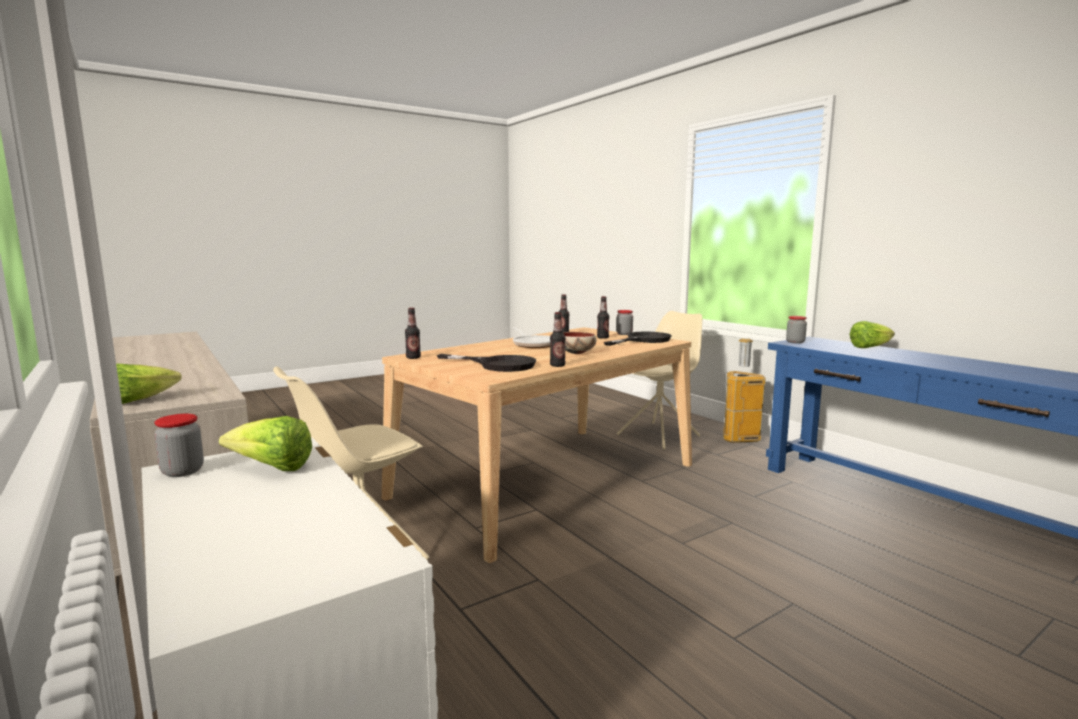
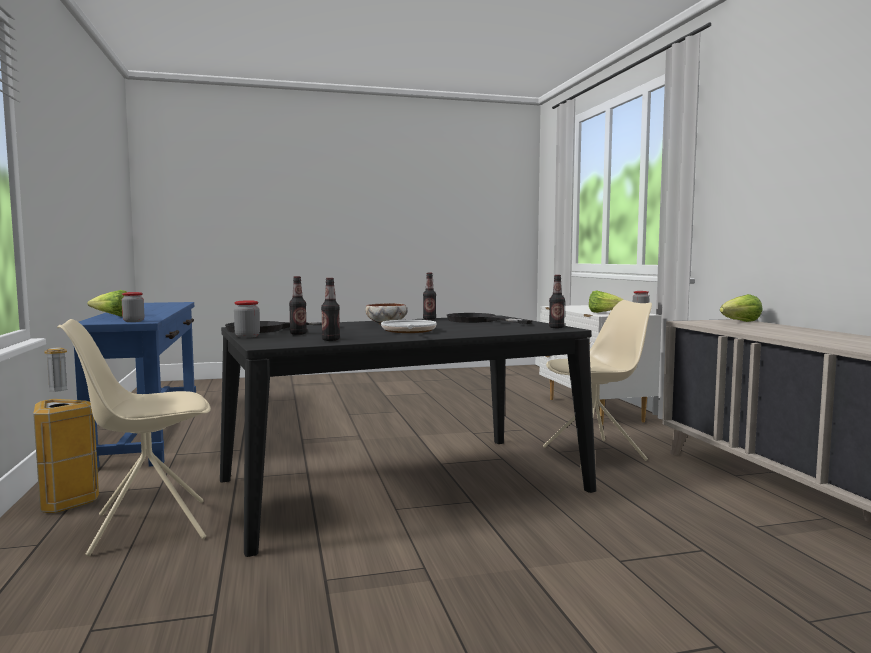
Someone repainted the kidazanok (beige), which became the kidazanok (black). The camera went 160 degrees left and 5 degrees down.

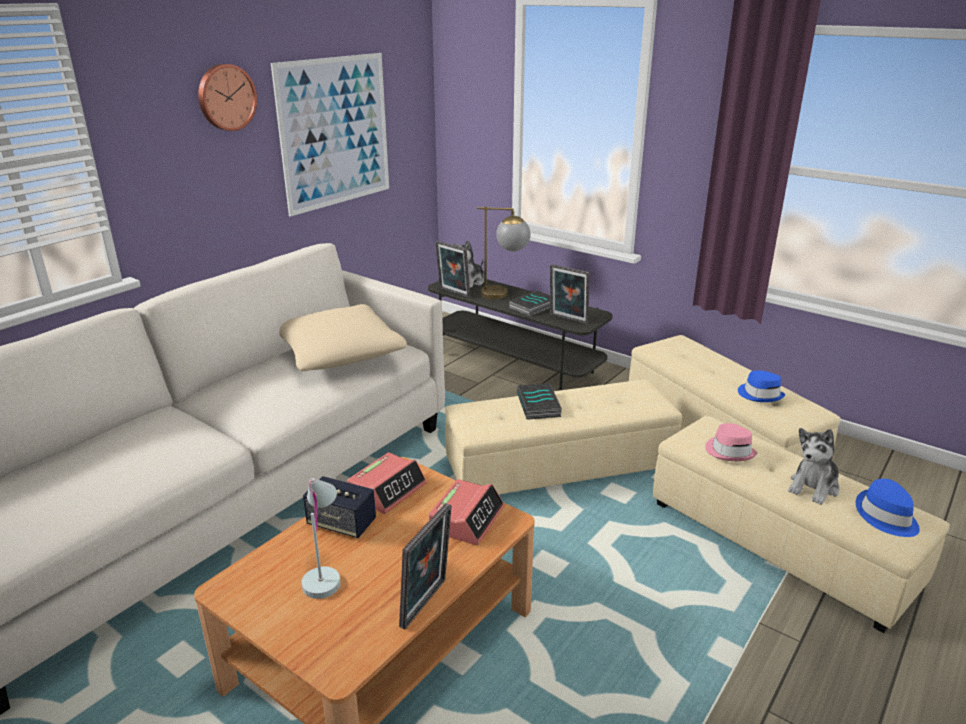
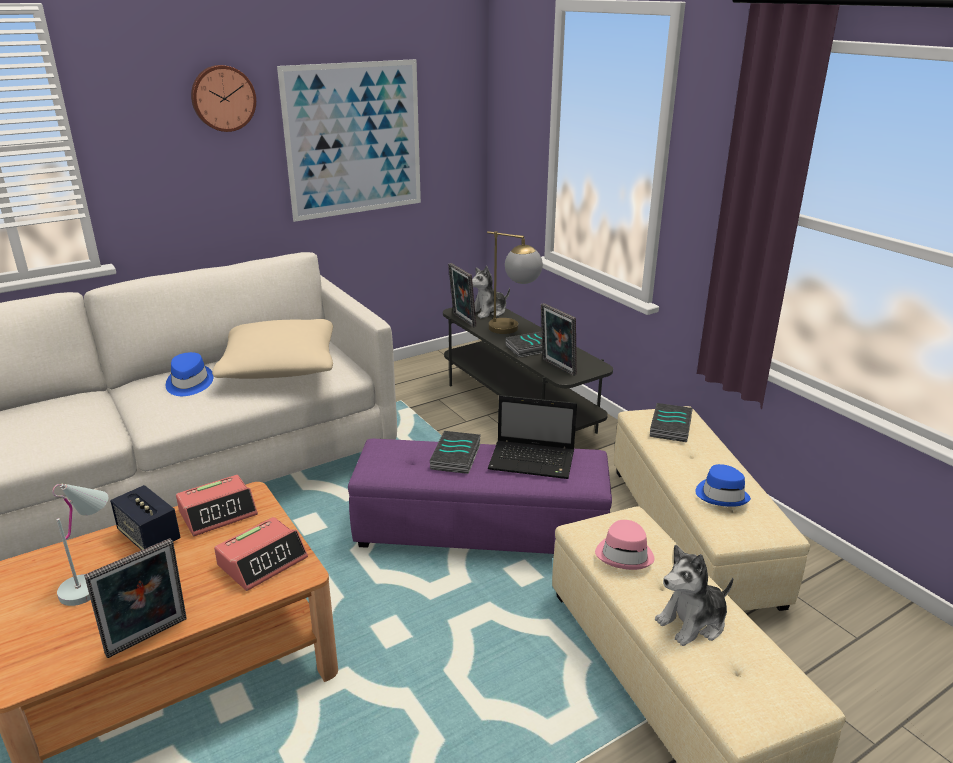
Someone repainted the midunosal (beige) (1st from left), which became the midunosal (purple). Someone carried the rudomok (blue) (2nd from left in the first image). Someone put down the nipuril. Someone put down the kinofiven (3rd from left). The camera went 20 degrees right and 0 degrees up.

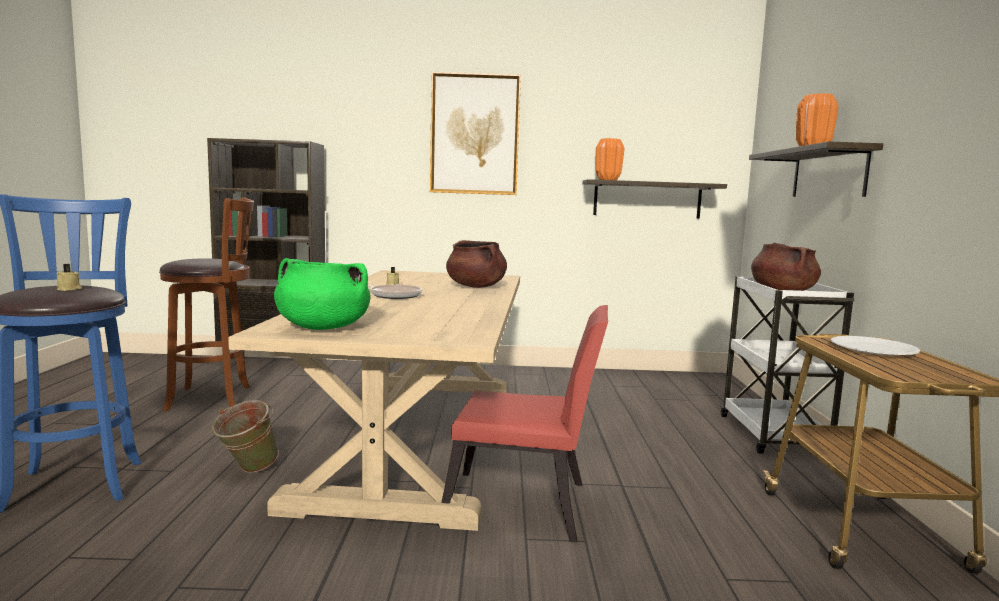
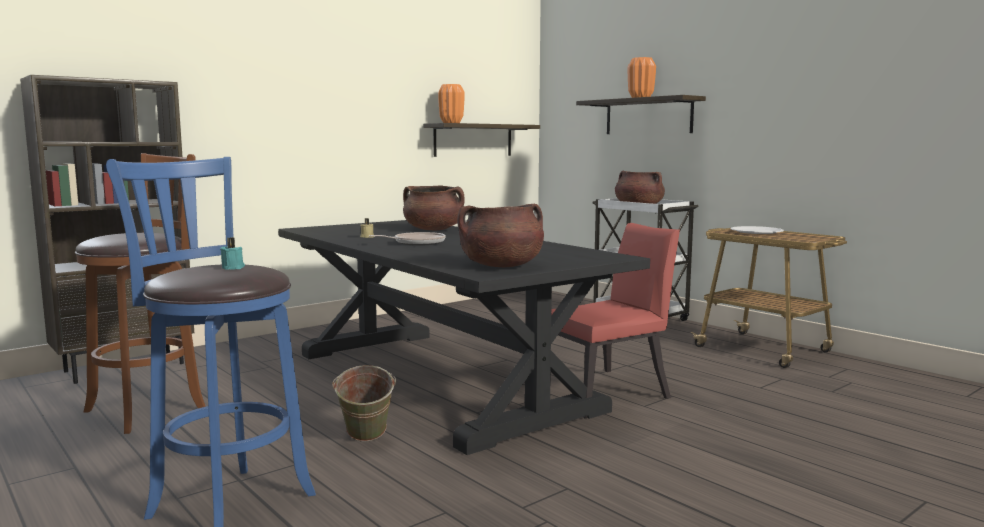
Someone repainted the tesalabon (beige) (1st from left), which became the tesalabon (turquoise). Someone repainted the kidazanok (beige), which became the kidazanok (black). Someone repainted the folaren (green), which became the folaren (brown) (2nd from left). Someone took away the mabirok. The camera went 40 degrees left and 0 degrees up.

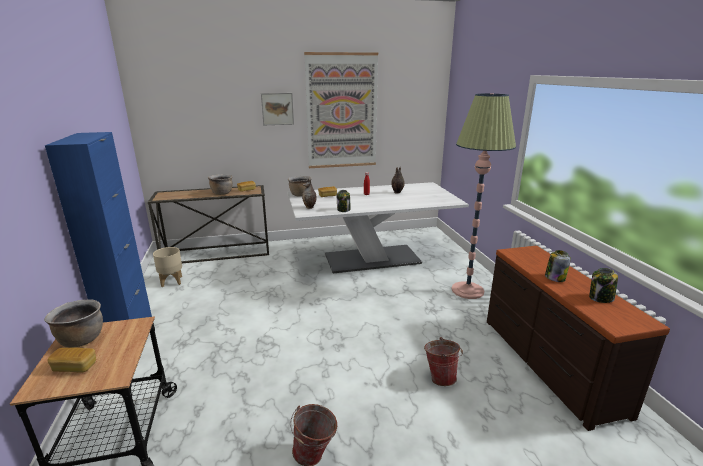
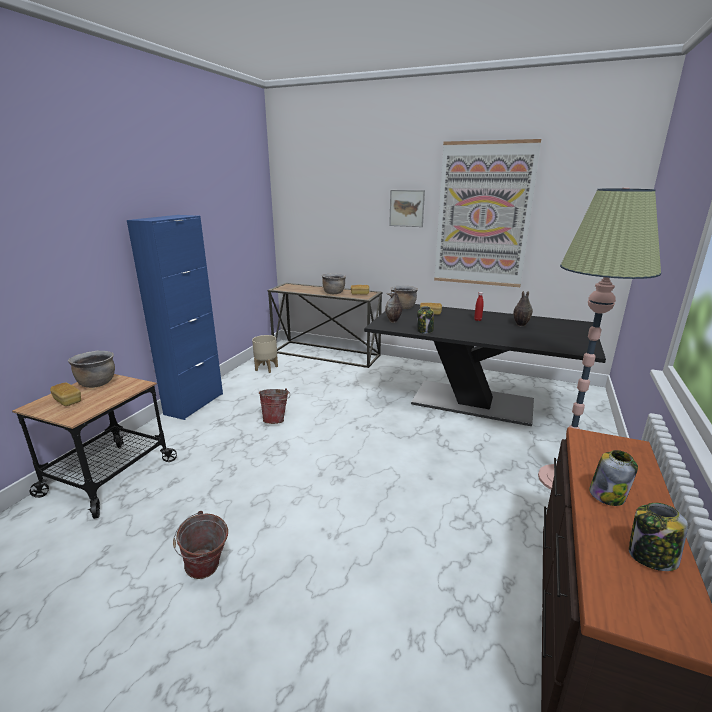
Someone repainted the kidazanok (white), which became the kidazanok (black). Someone carried the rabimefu (2nd from left). The camera went 35 degrees right and 0 degrees up.

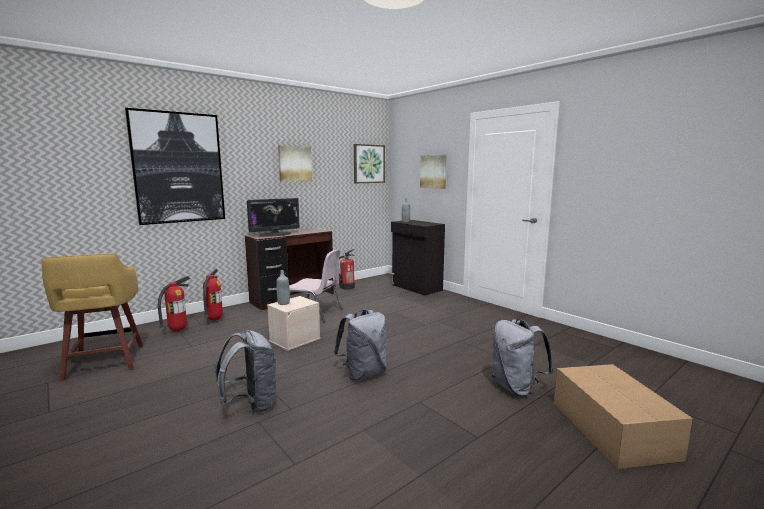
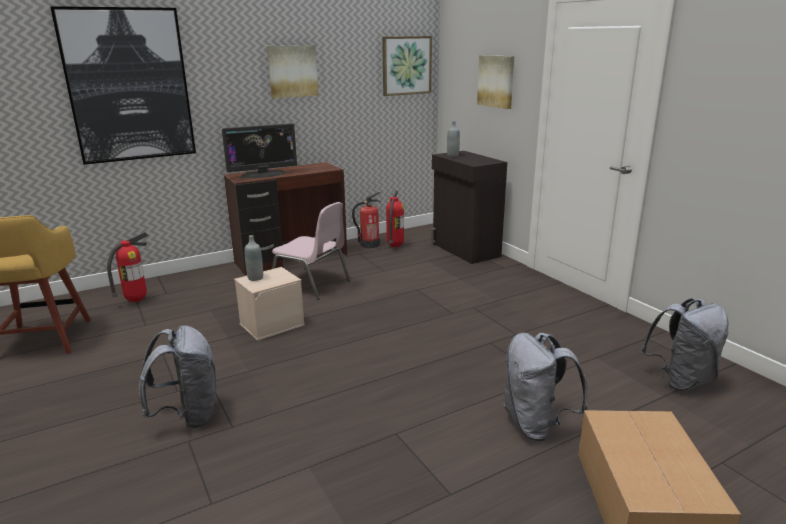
Someone carried the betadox (2nd from left in the first image). Someone carried the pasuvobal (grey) (2nd from left in the first image). The camera went 10 degrees right and 10 degrees up.

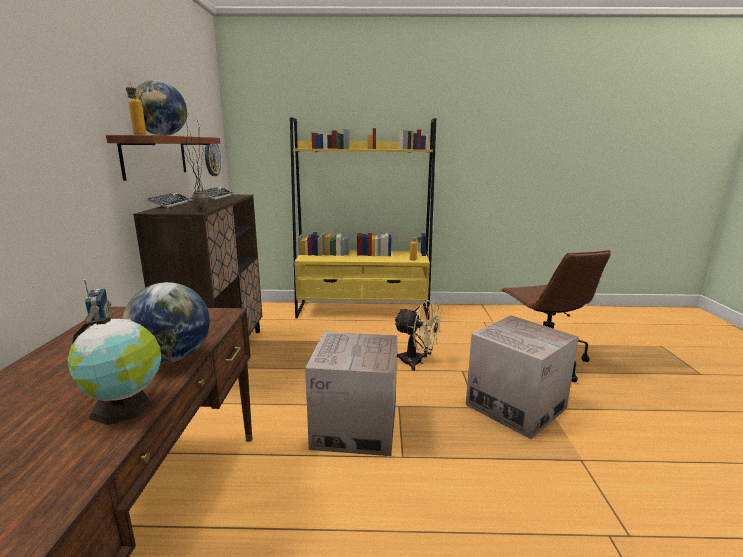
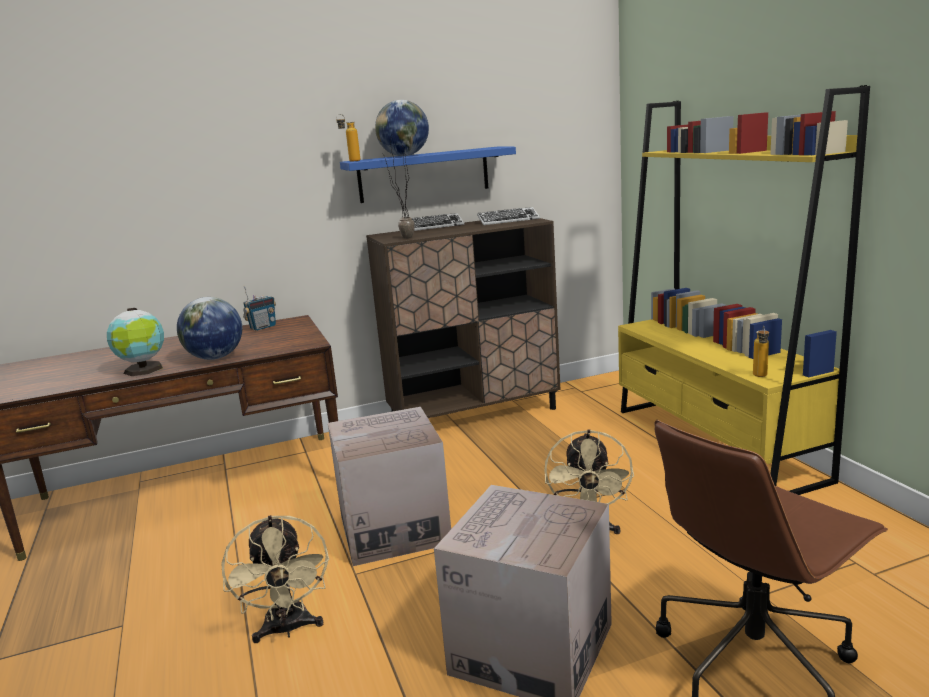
Someone repainted the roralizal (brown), which became the roralizal (blue). Someone took away the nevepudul. Someone put down the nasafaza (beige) (1st from left). The camera went 70 degrees right and 0 degrees up.

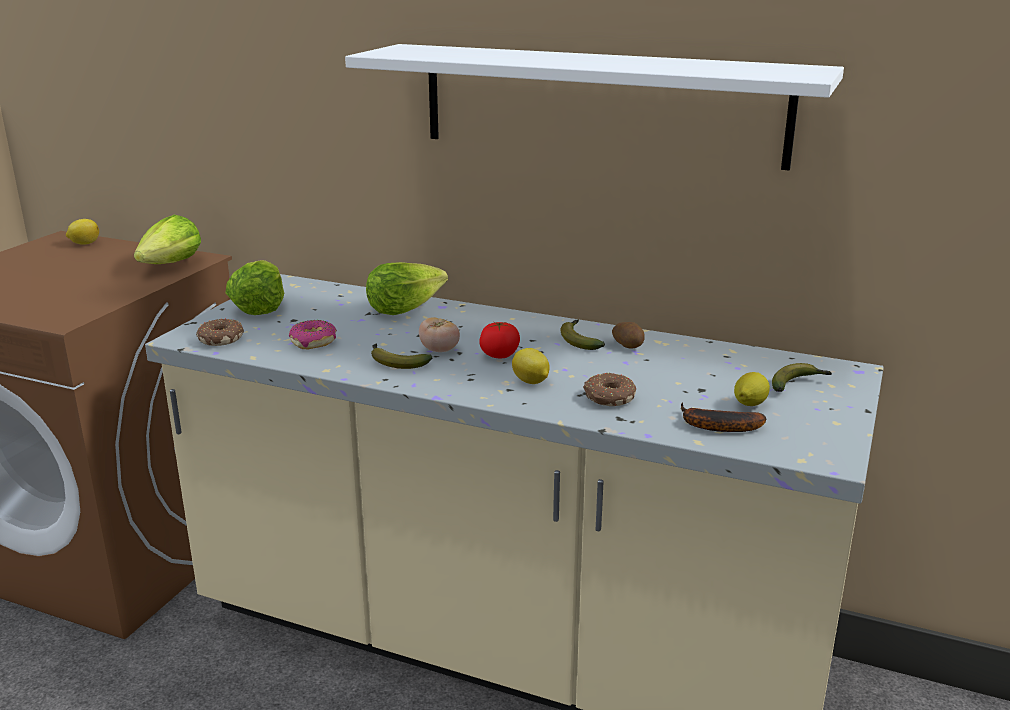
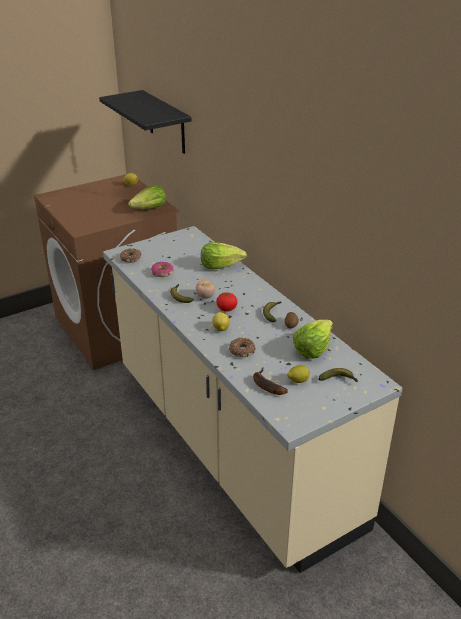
Someone carried the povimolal (2nd from left in the first image). Someone took away the roralizal (white). Someone put up the roralizal (black). The camera went 35 degrees right and 10 degrees up.

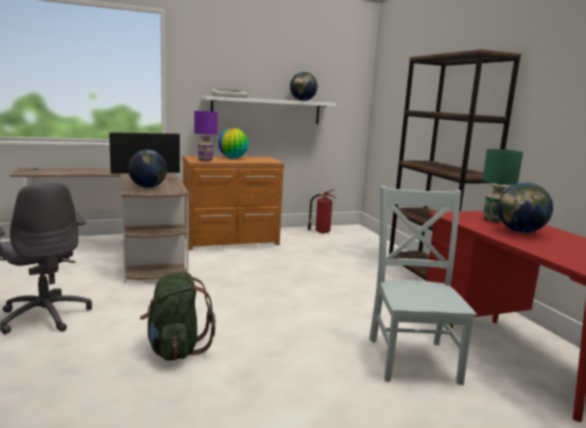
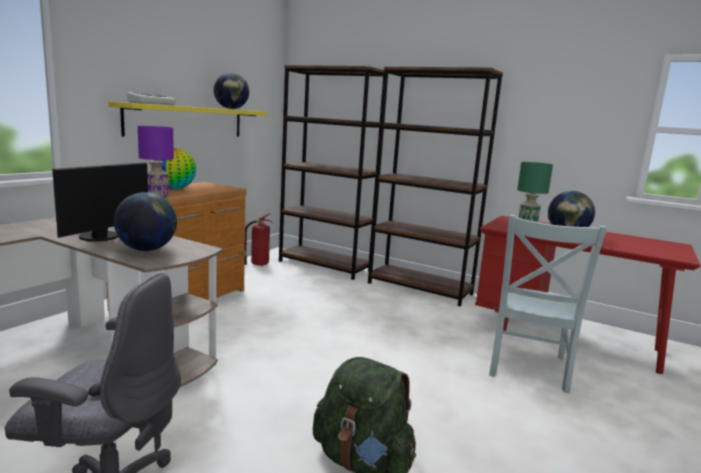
Someone repainted the roralizal (white), which became the roralizal (yellow). Someone rotated the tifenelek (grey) by 120 degrees counterclockwise. Someone put down the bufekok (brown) (1st from left). The camera went 40 degrees left and 0 degrees up.

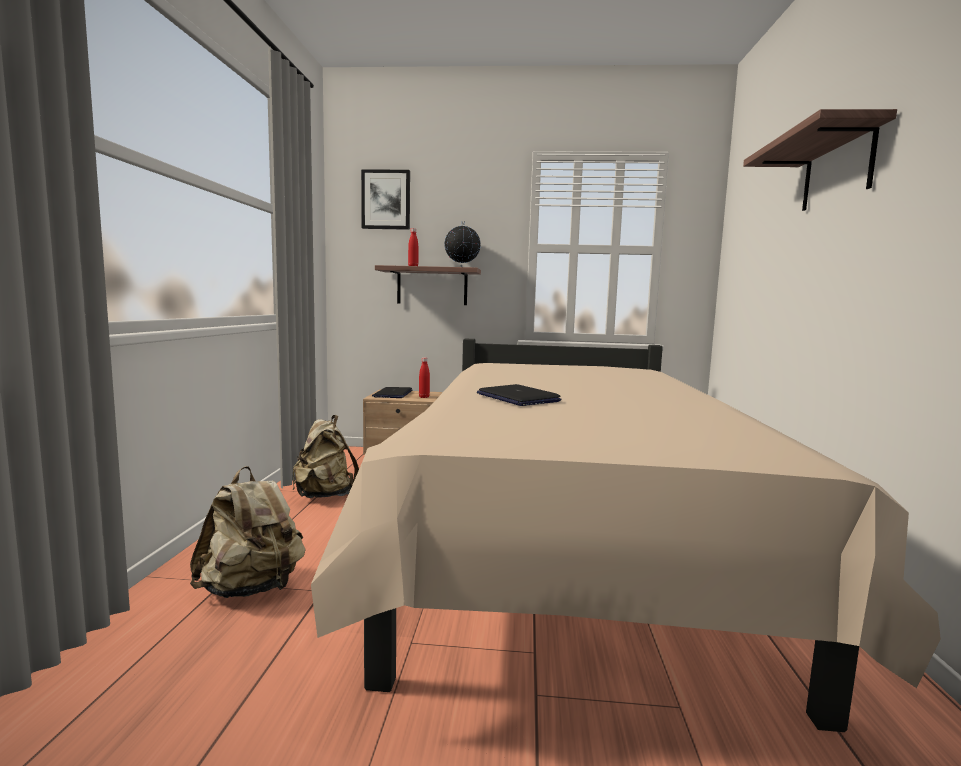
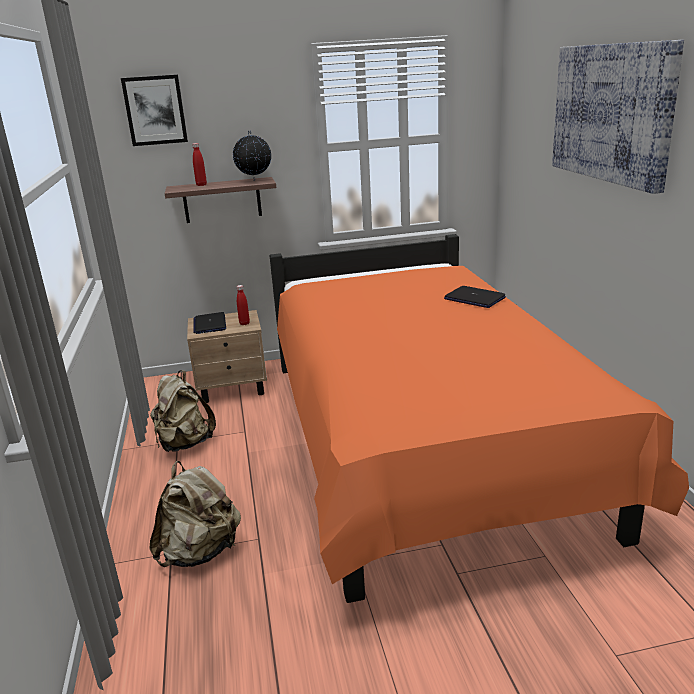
Someone repainted the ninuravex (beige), which became the ninuravex (orange). Someone carried the nipuril (2nd from left). Someone swapped the roralizal (2nd from left) for the mabirok (2nd from left). The camera went 15 degrees left and 15 degrees up.

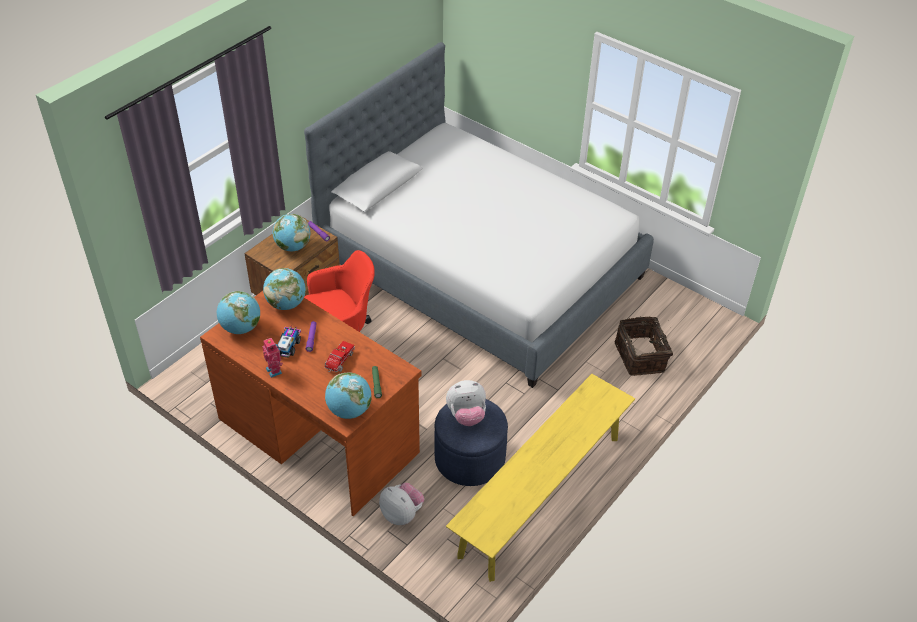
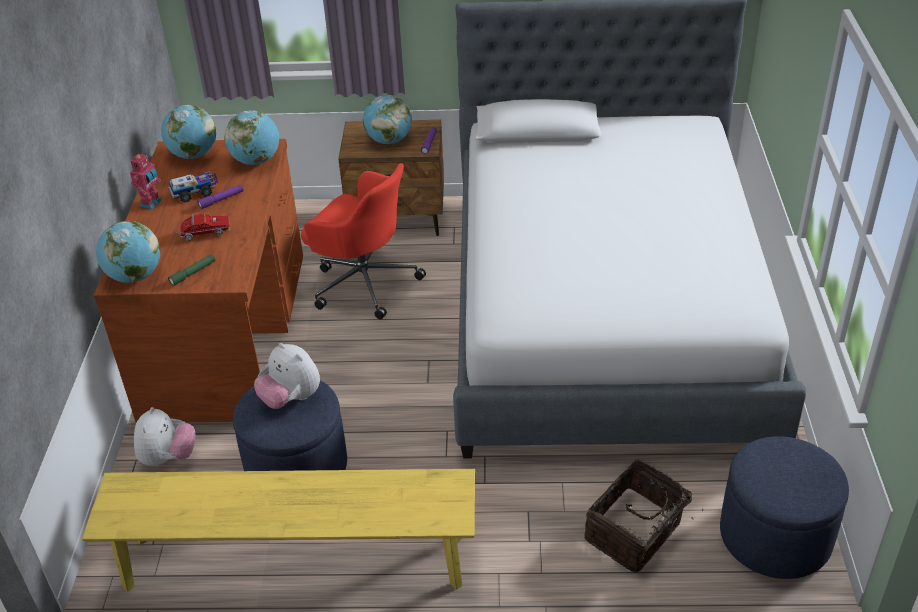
Someone put down the midunosal (blue) (2nd from left). The camera went 55 degrees right and 5 degrees down.

